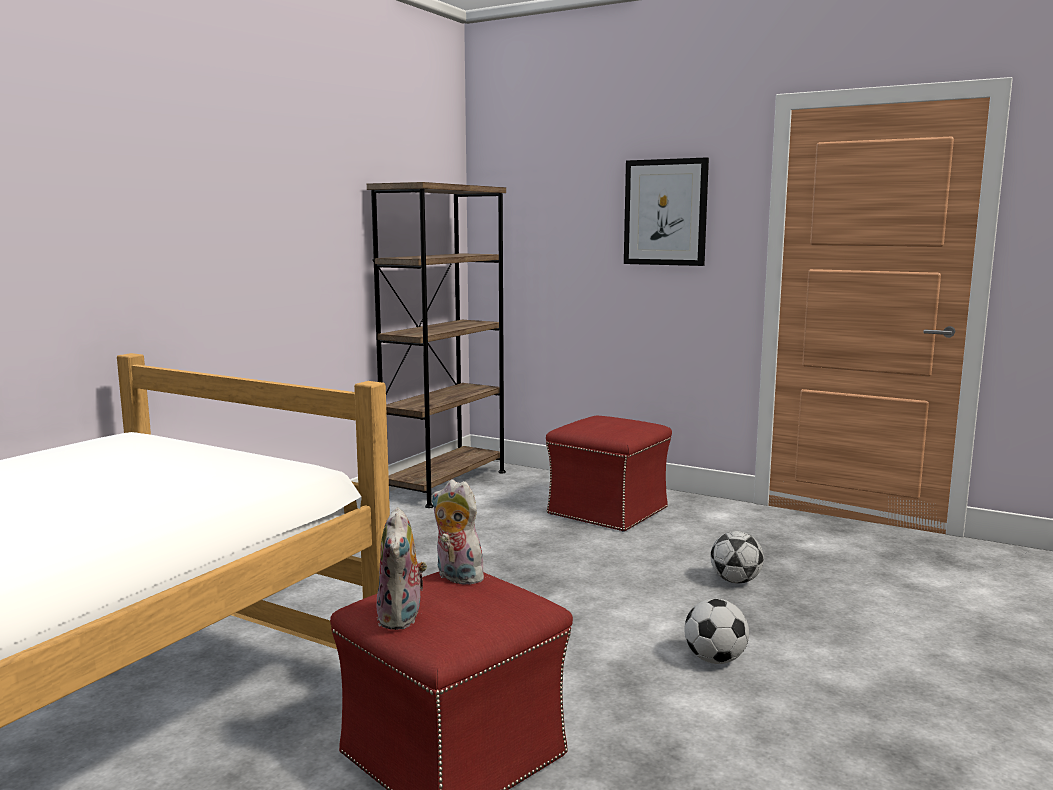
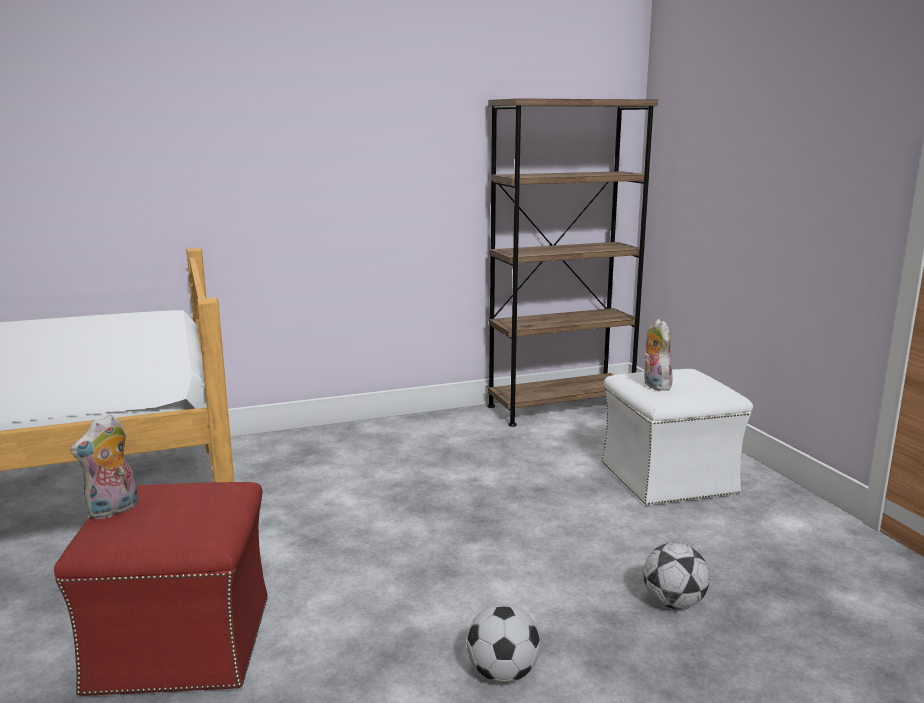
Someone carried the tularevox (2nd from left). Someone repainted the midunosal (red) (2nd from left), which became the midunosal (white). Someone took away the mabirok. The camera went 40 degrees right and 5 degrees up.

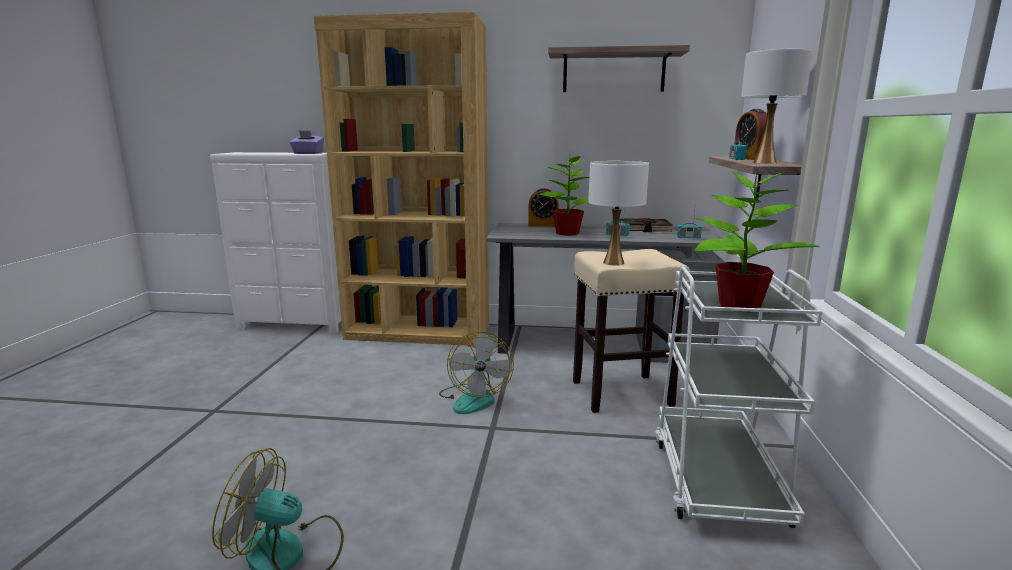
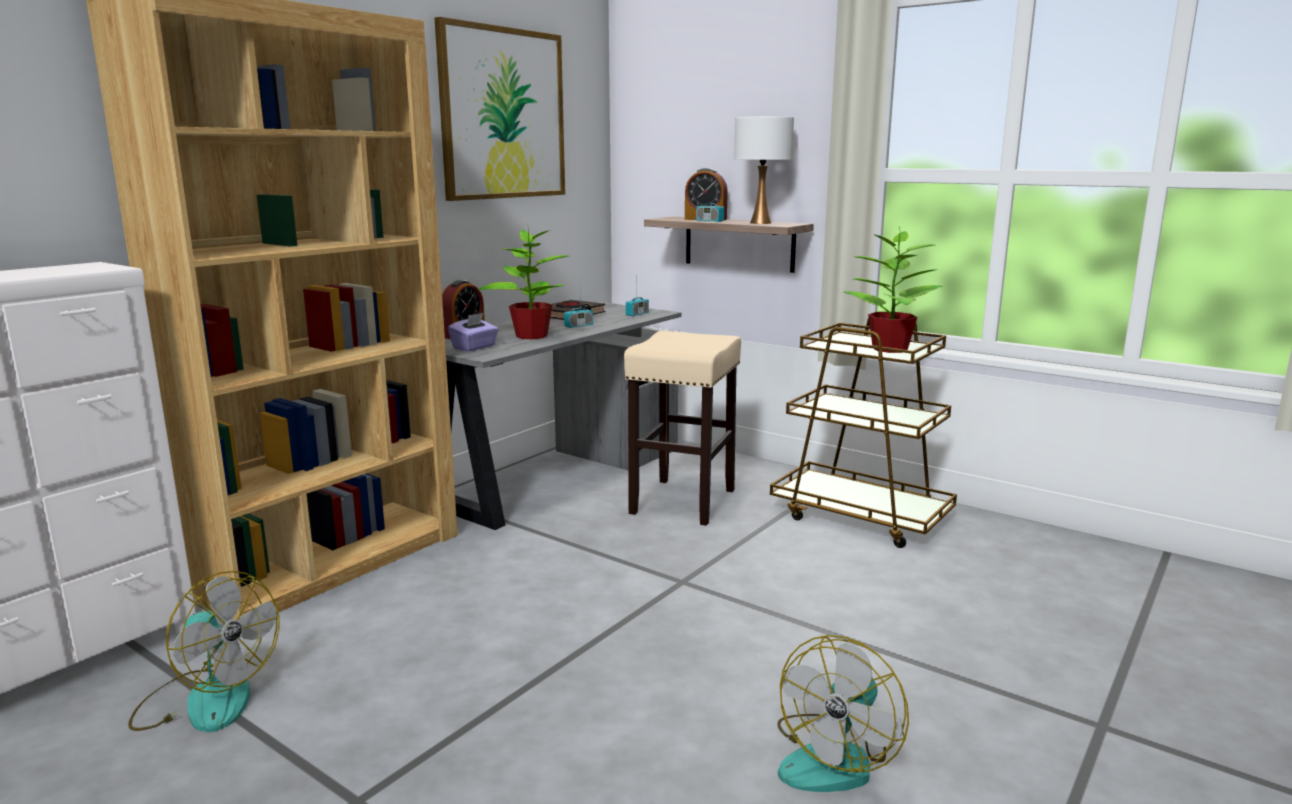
Someone carried the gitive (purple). Someone carried the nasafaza (2nd from left in the first image). Someone swapped the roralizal (1st from left) for the mabirok. Someone took away the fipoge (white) (1st from left). Someone repainted the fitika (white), which became the fitika (brown). The camera went 60 degrees left and 0 degrees up.

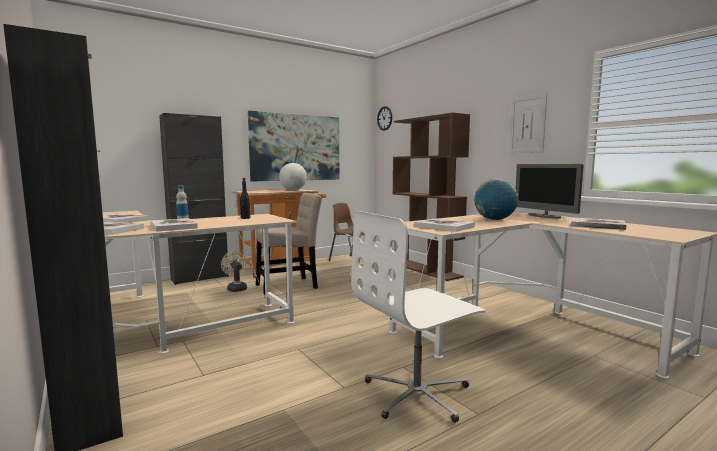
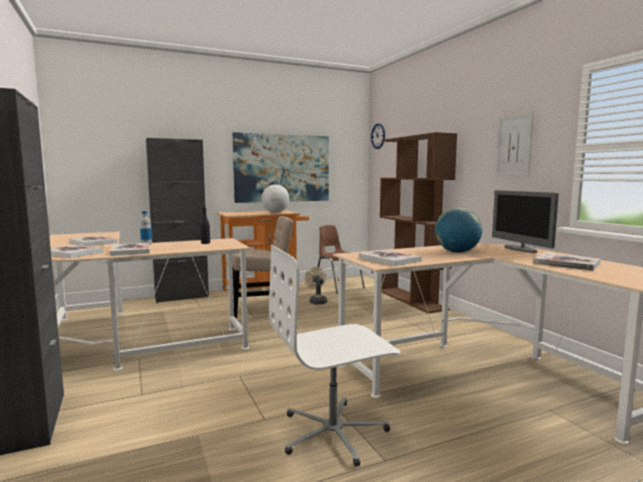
Someone carried the nasafaza (beige). The camera went 10 degrees right and 0 degrees up.

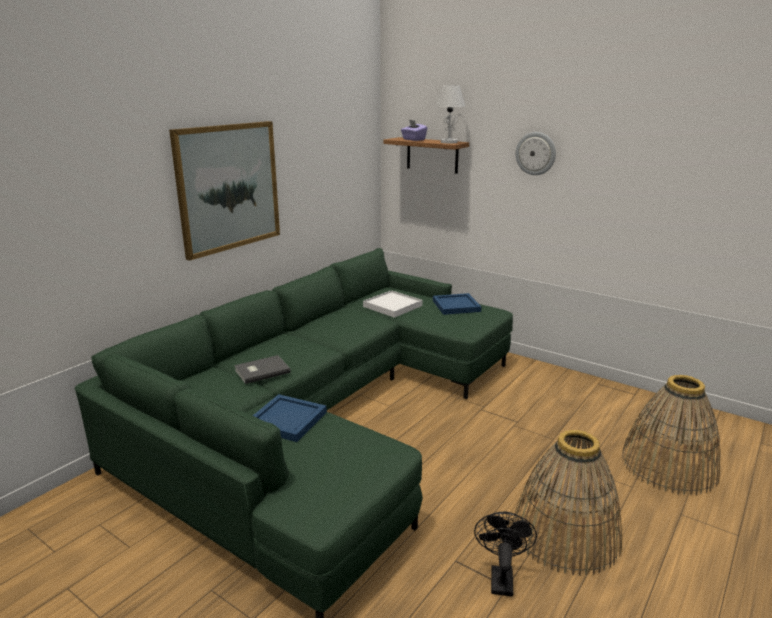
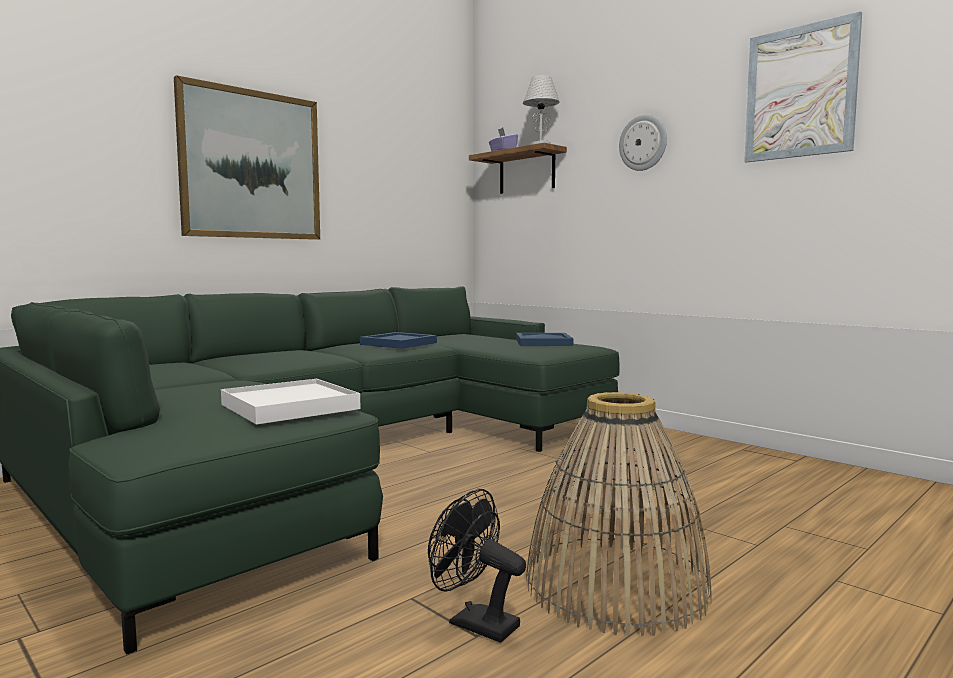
Someone took away the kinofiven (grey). Someone carried the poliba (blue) (1st from left). Someone carried the poliba (white). Someone rotated the nasafaza (black) by 75 degrees counterclockwise. Someone took away the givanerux (2nd from left). Someone put up the mabirok (2nd from left). The camera went 10 degrees right and 15 degrees down.

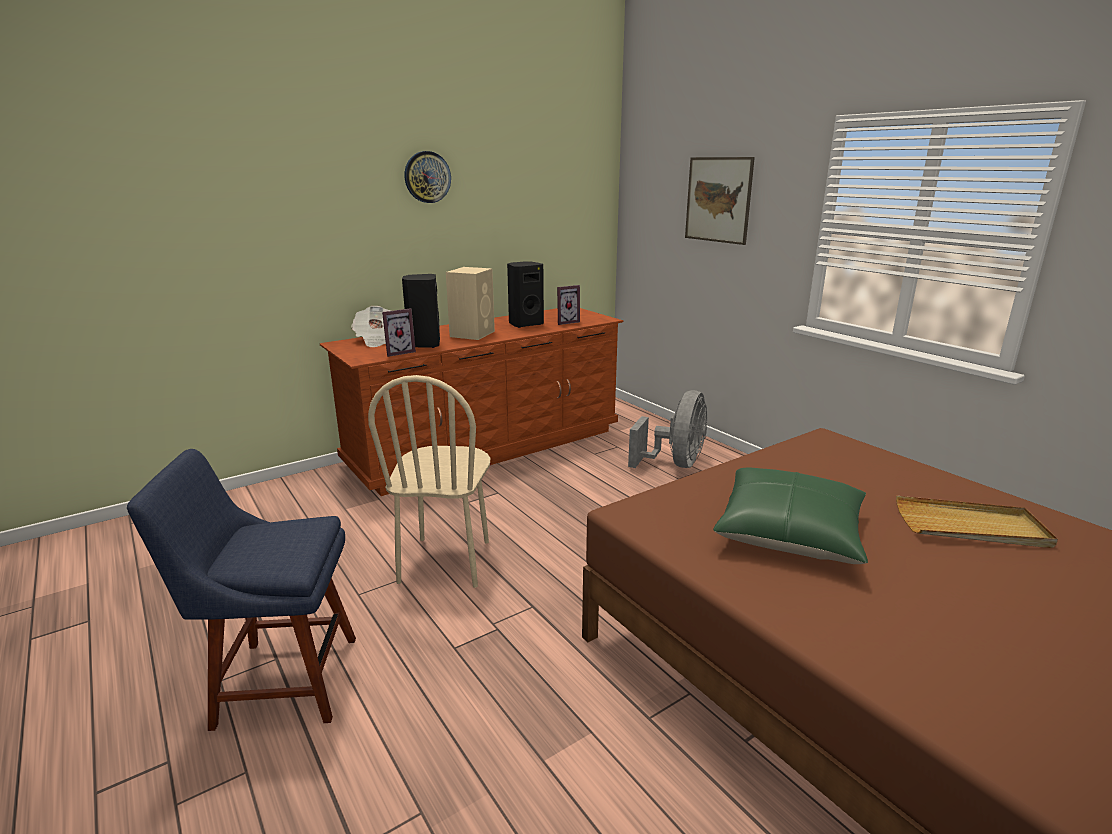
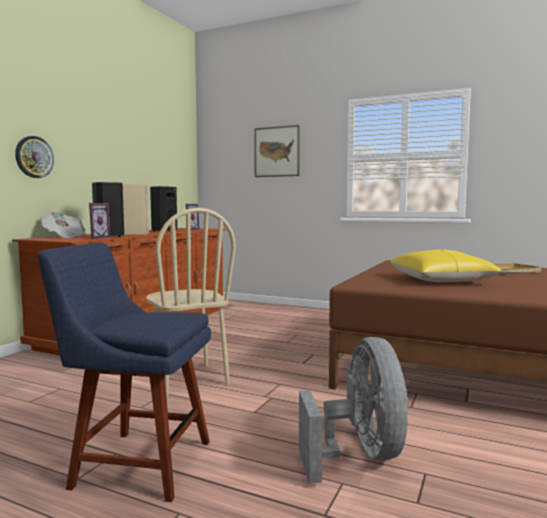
Someone rotated the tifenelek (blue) by 45 degrees clockwise. Someone carried the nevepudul. Someone carried the nasafaza (grey). Someone repainted the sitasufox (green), which became the sitasufox (yellow). The camera went 30 degrees left and 15 degrees down.

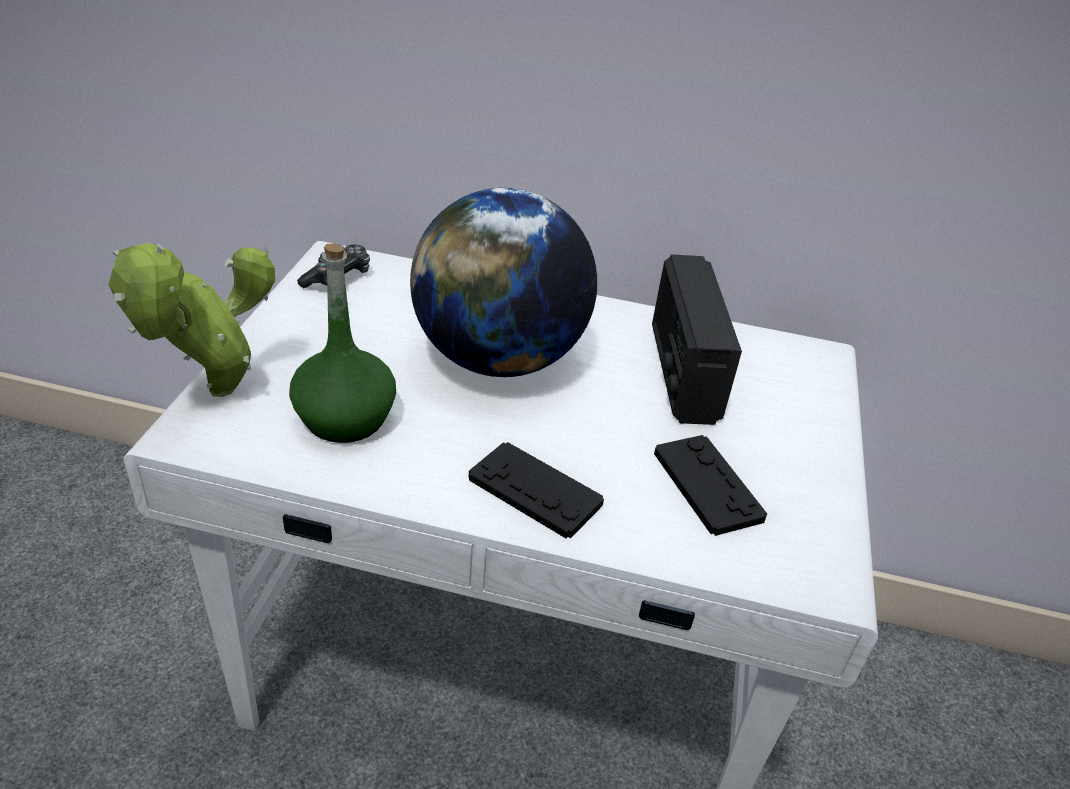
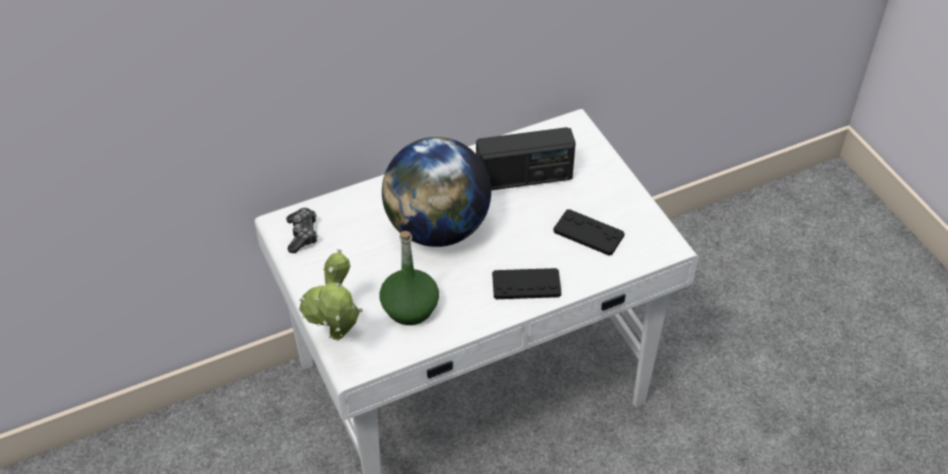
Someone rotated the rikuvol by 60 degrees counterclockwise. The camera went 35 degrees left and 10 degrees up.

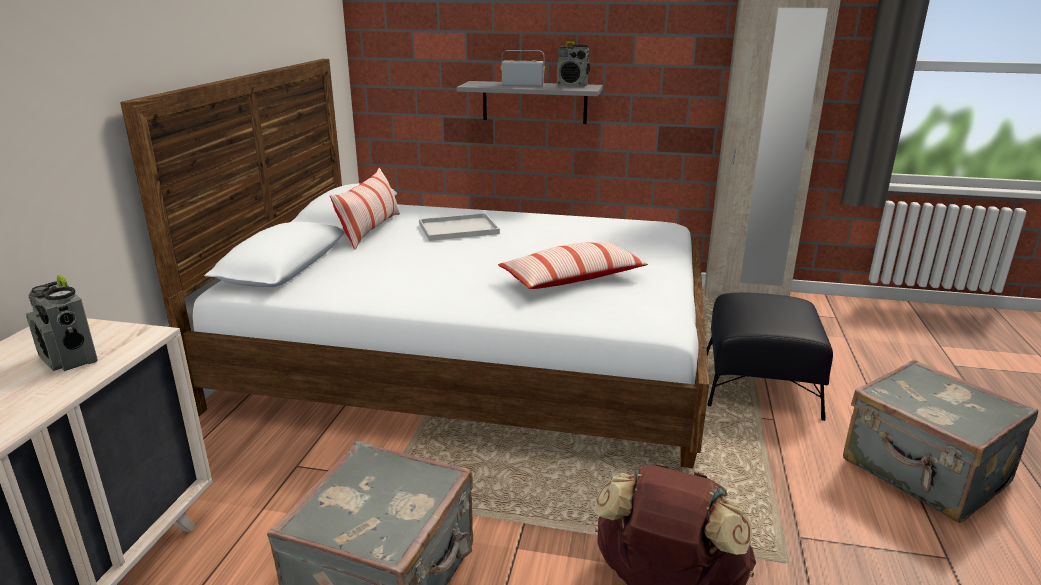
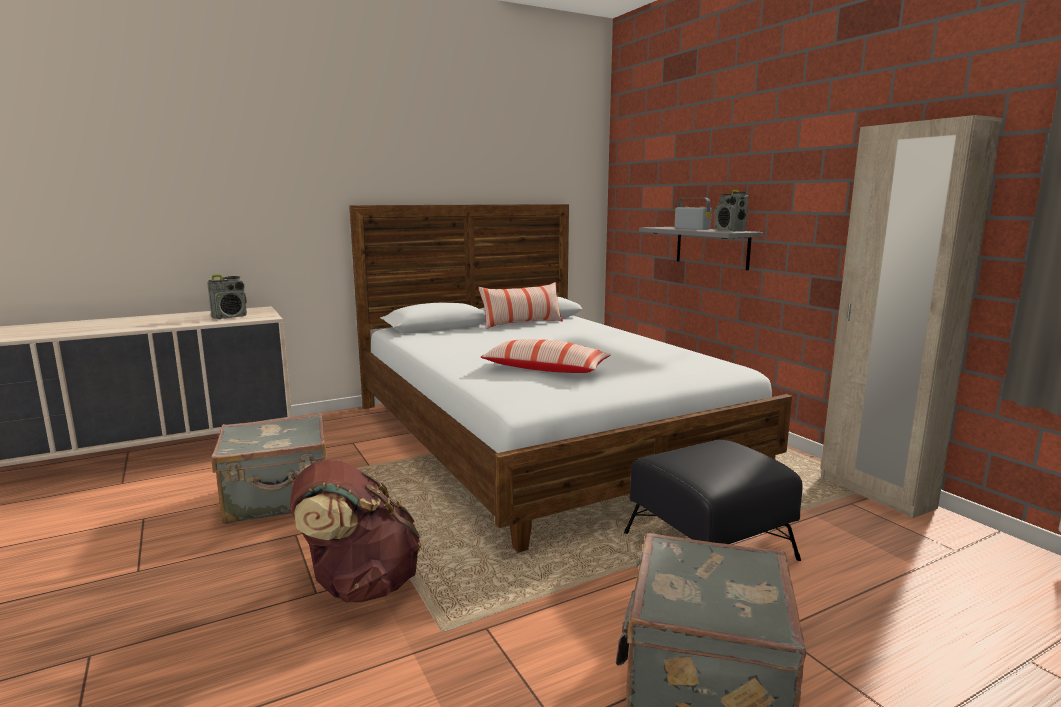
Someone rotated the rikuvol (1st from left) by 135 degrees counterclockwise. Someone took away the poliba (white). The camera went 50 degrees right and 10 degrees down.

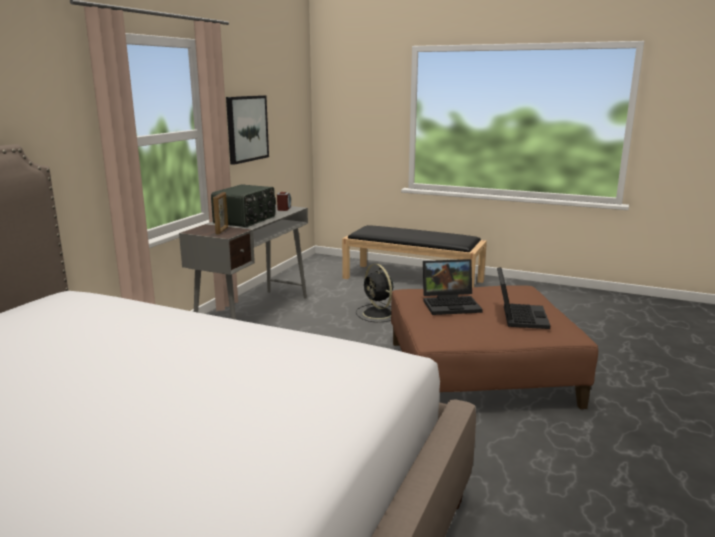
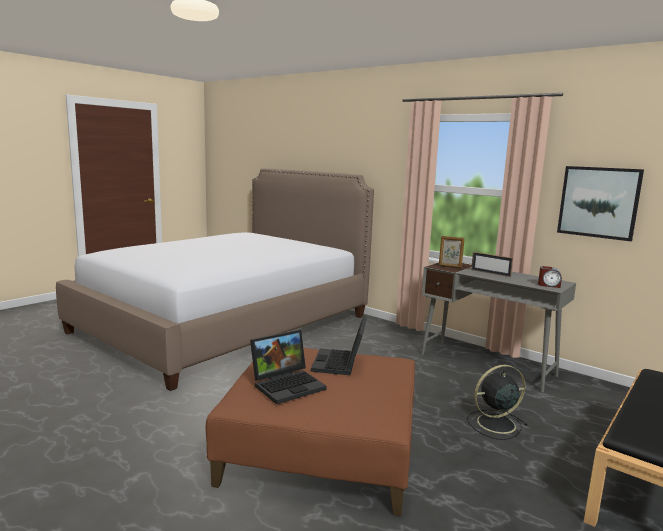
Someone swapped the rikuvol for the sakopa (2nd from left). Someone rotated the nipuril (2nd from left in the first image) by 60 degrees counterclockwise. The camera went 105 degrees right and 5 degrees down.

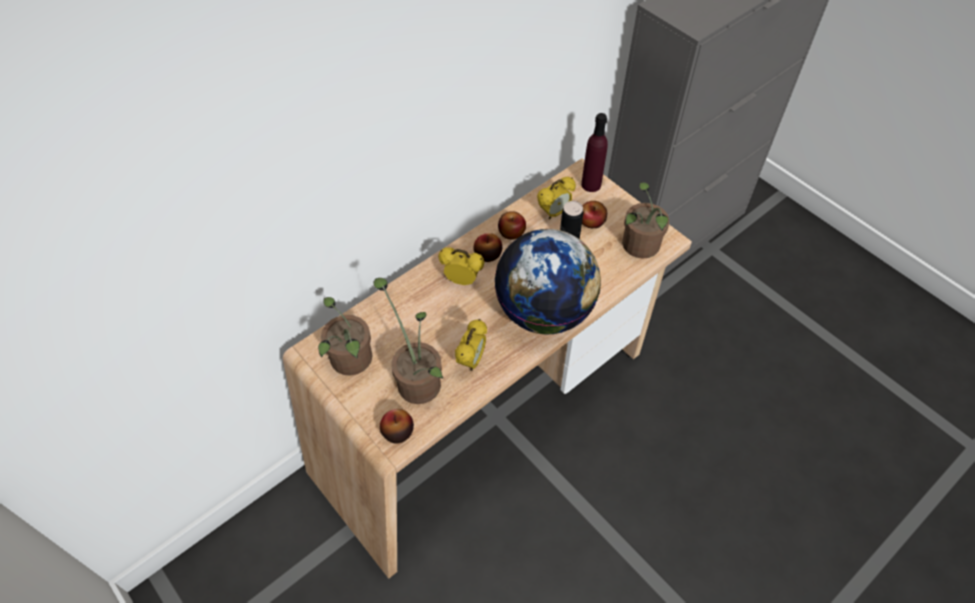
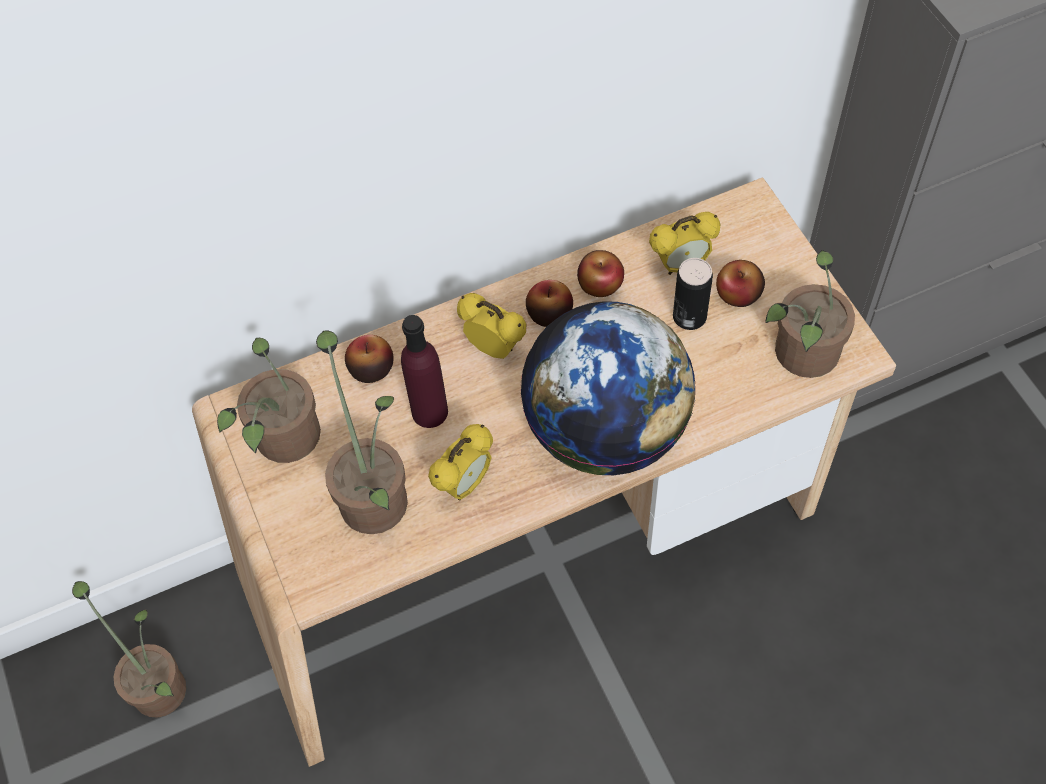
Someone carried the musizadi (1st from left). Someone carried the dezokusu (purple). Someone put down the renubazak (1st from left). The camera went 20 degrees right and 5 degrees up.

